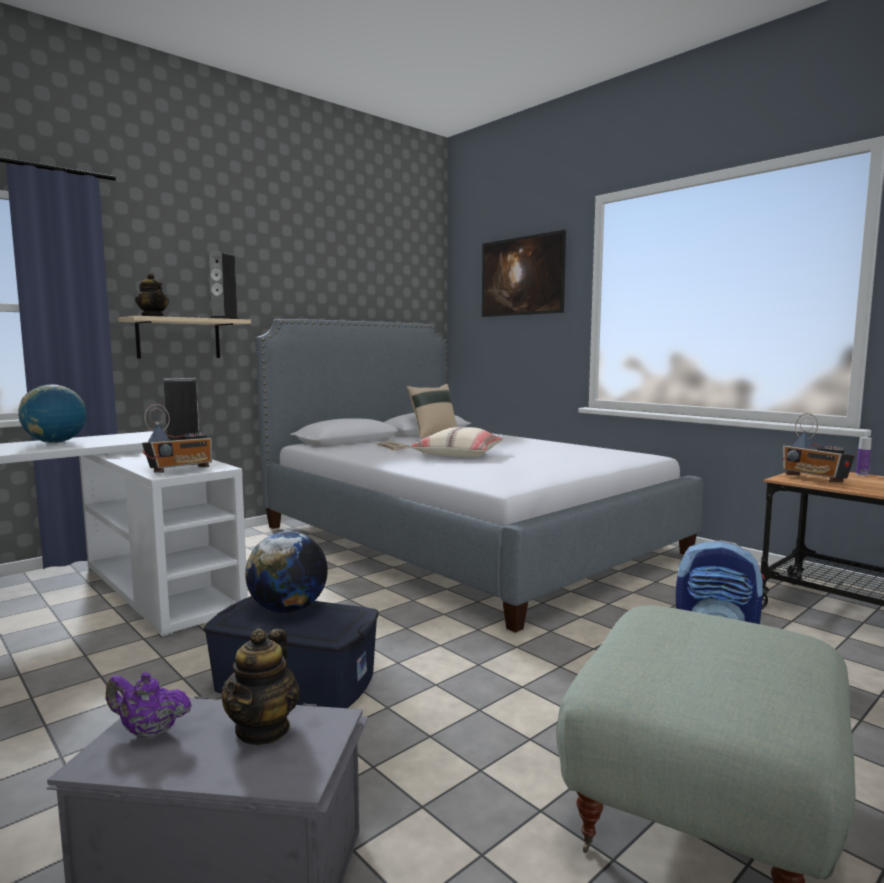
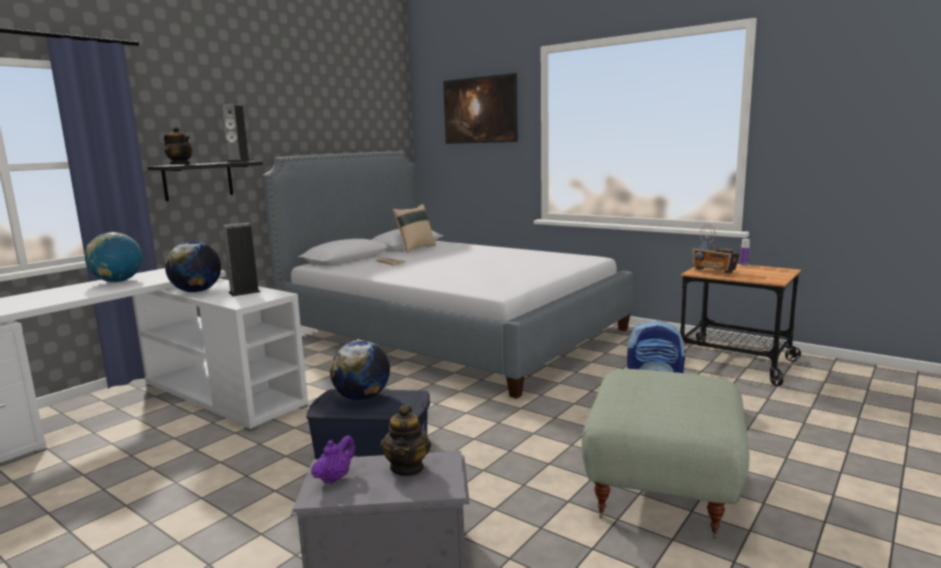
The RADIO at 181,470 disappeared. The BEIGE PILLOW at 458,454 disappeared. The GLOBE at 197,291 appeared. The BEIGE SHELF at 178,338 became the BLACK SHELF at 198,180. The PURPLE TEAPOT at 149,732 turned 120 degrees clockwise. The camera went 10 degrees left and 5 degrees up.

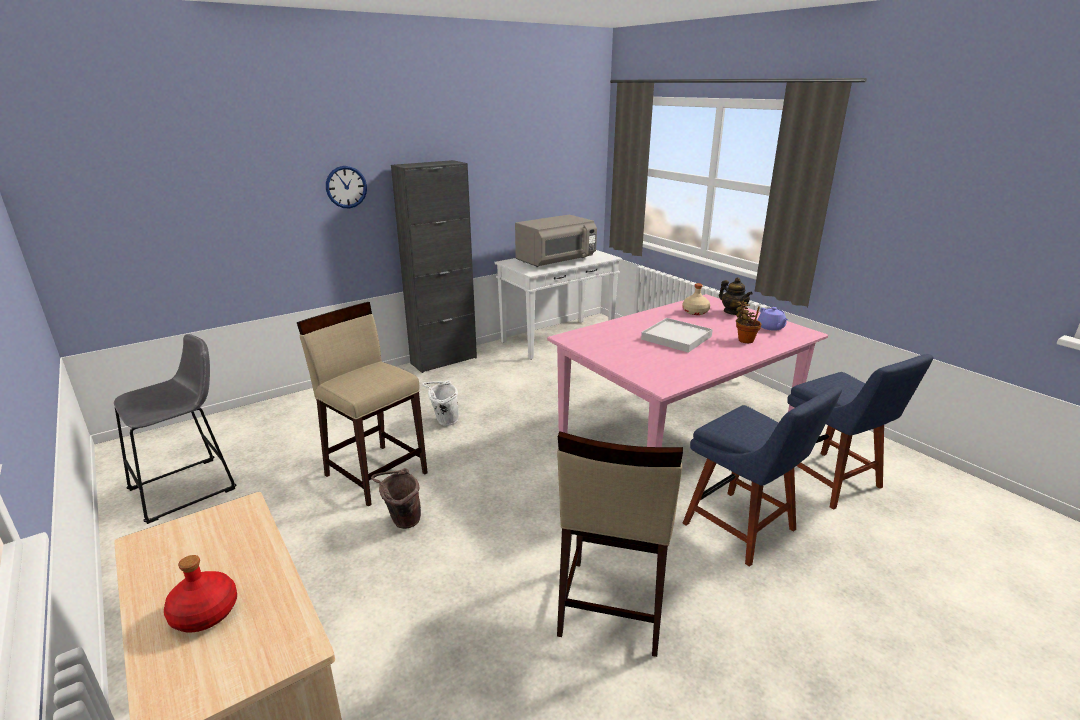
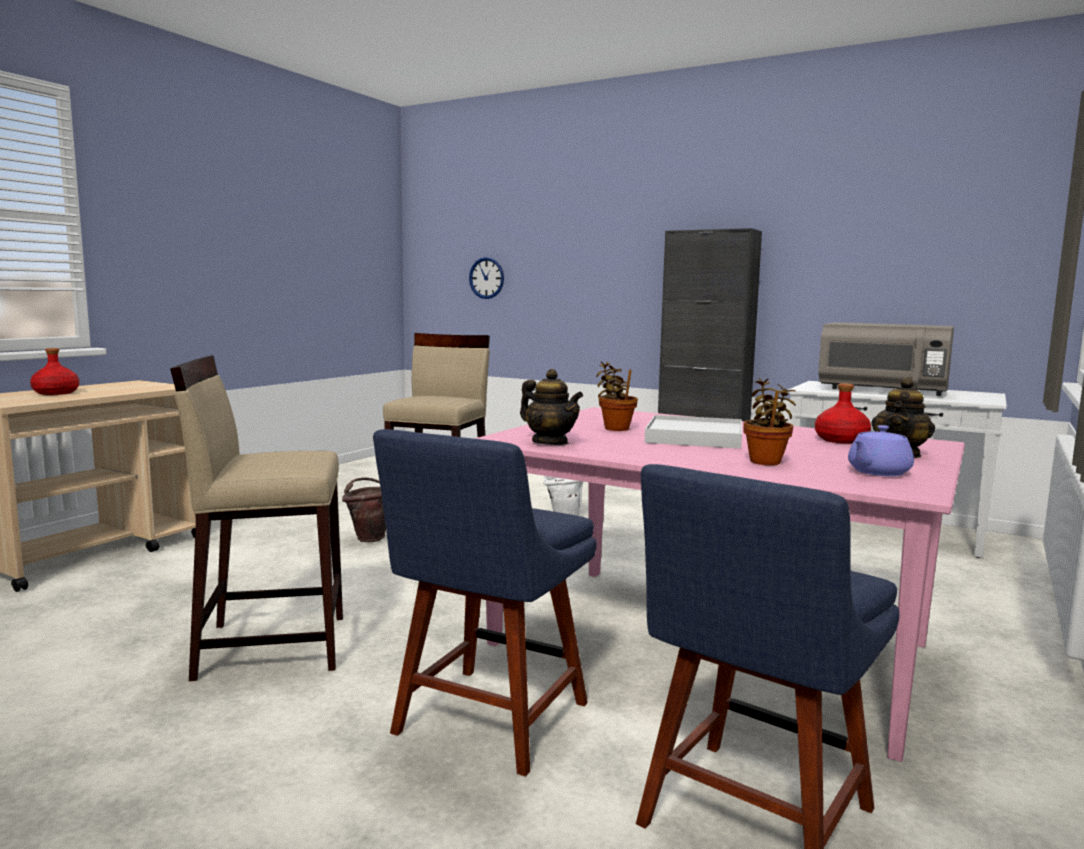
The GREY STOOL at 189,487 disappeared. The TEAPOT at 550,443 appeared. The POTTED PLANT at 615,428 appeared. The WALL CLOCK moved from 346,187 to 486,278. The BEIGE BOTTLE at 695,312 became the RED BOTTLE at 840,440. The camera went 65 degrees right and 15 degrees down.

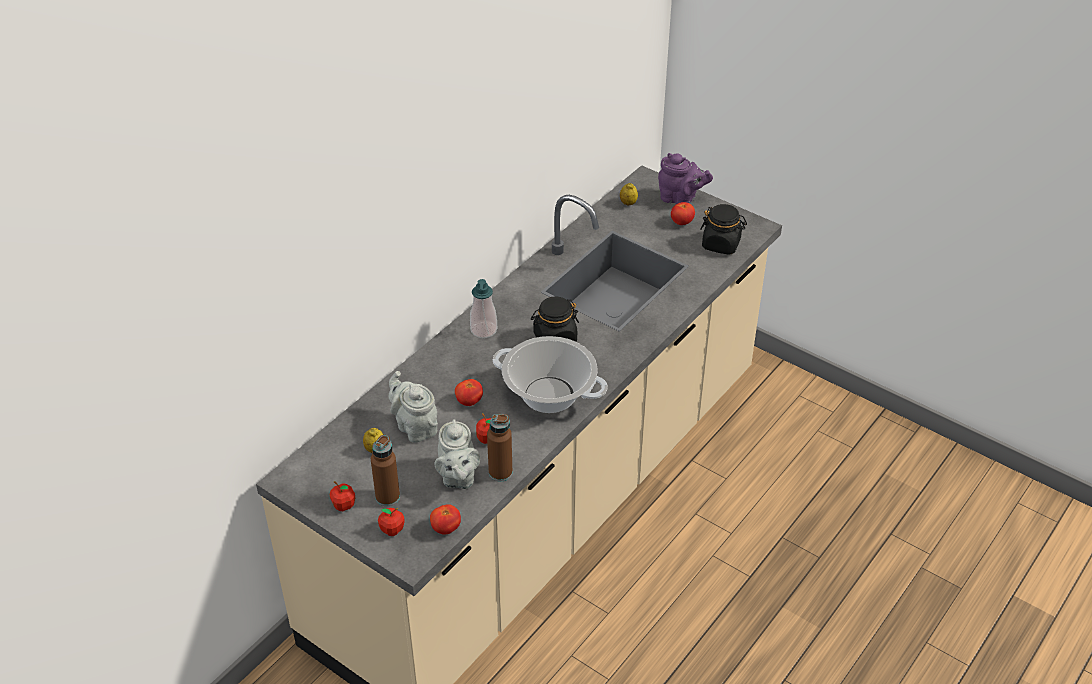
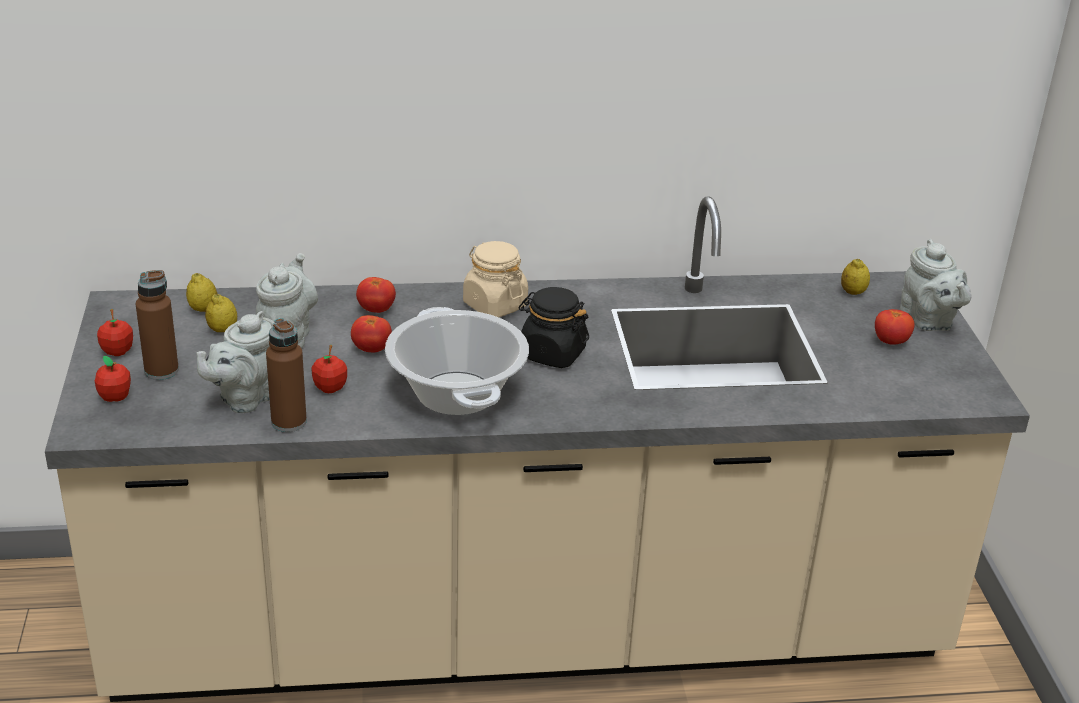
The BLACK JAR at 721,244 disappeared. The LEMON at 203,309 appeared. The TOMATO moved from 446,528 to 376,310. The SOAP DISPENSER at 483,330 was replaced by the BEIGE JAR at 494,305. The PURPLE TEAPOT at 680,199 became the GREY TEAPOT at 928,322. The camera went 45 degrees right and 10 degrees down.

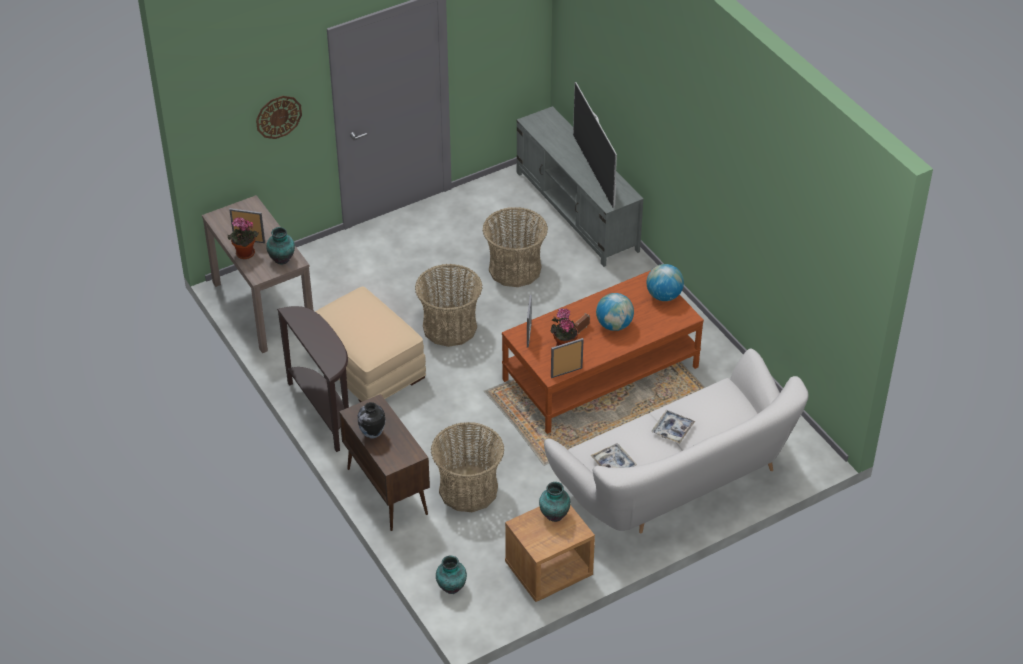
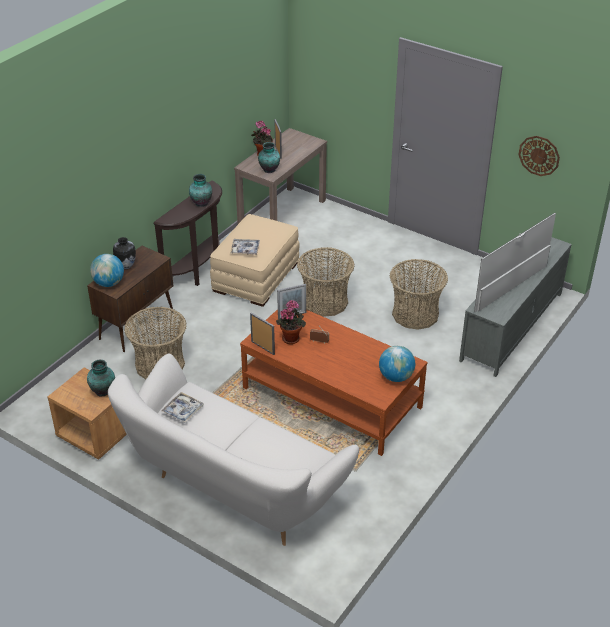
The WALL CLOCK moved from 278,116 to 539,155. The VASE moved from 450,587 to 201,203. The GLOBE moved from 614,325 to 109,283. The TRAY moved from 672,429 to 245,249. The camera went 65 degrees right and 5 degrees down.

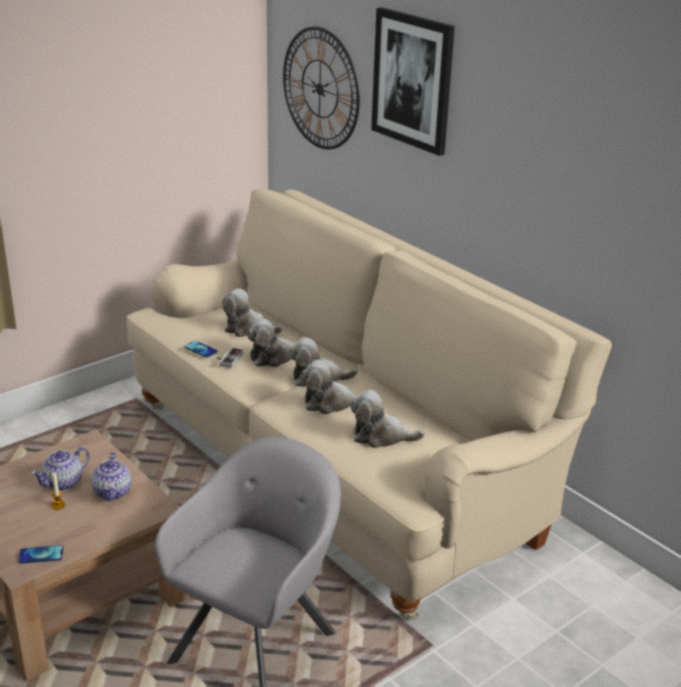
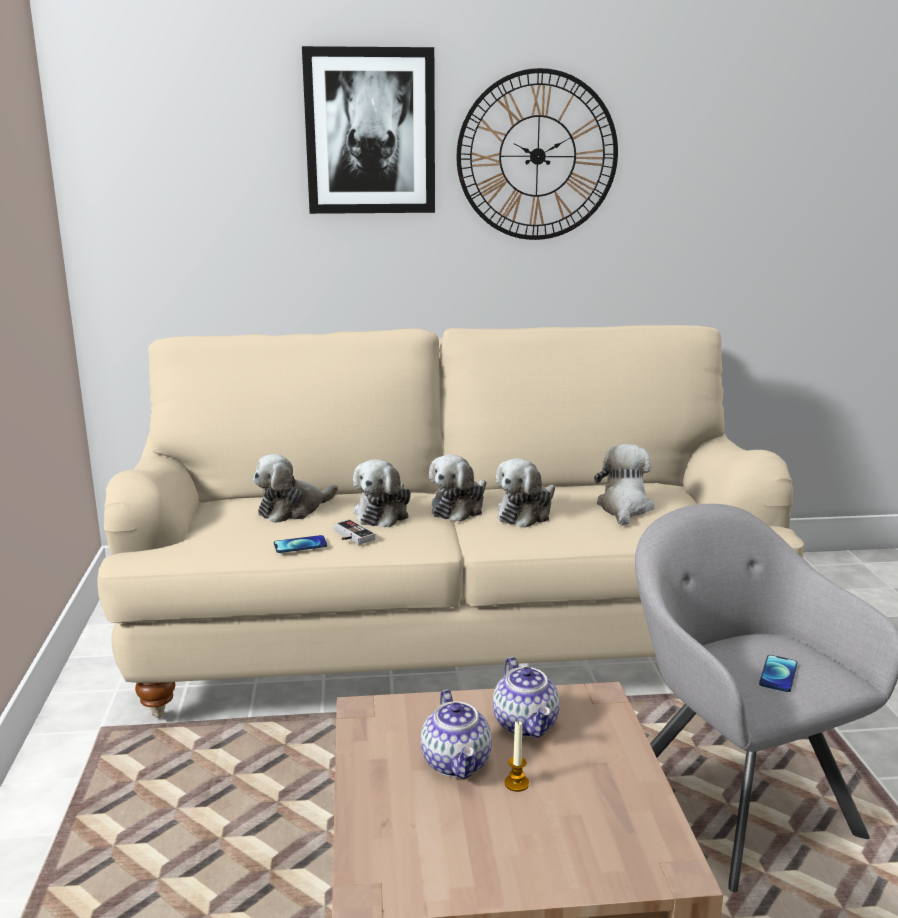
The PHONE moved from 41,555 to 778,674. The WALL CLOCK moved from 320,89 to 537,156. The TEAPOT at 113,492 turned 45 degrees clockwise. The PLUSH TOY at 381,436 turned 150 degrees clockwise. The camera went 55 degrees left and 10 degrees down.

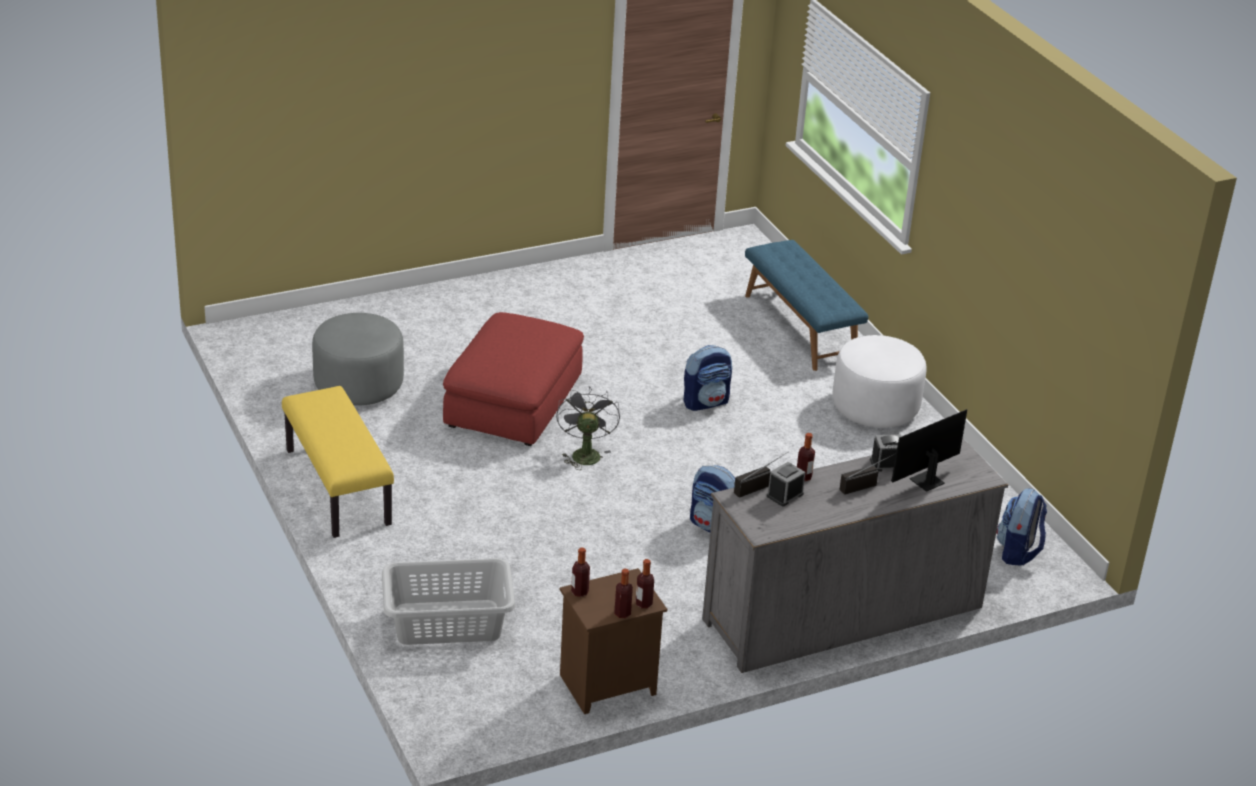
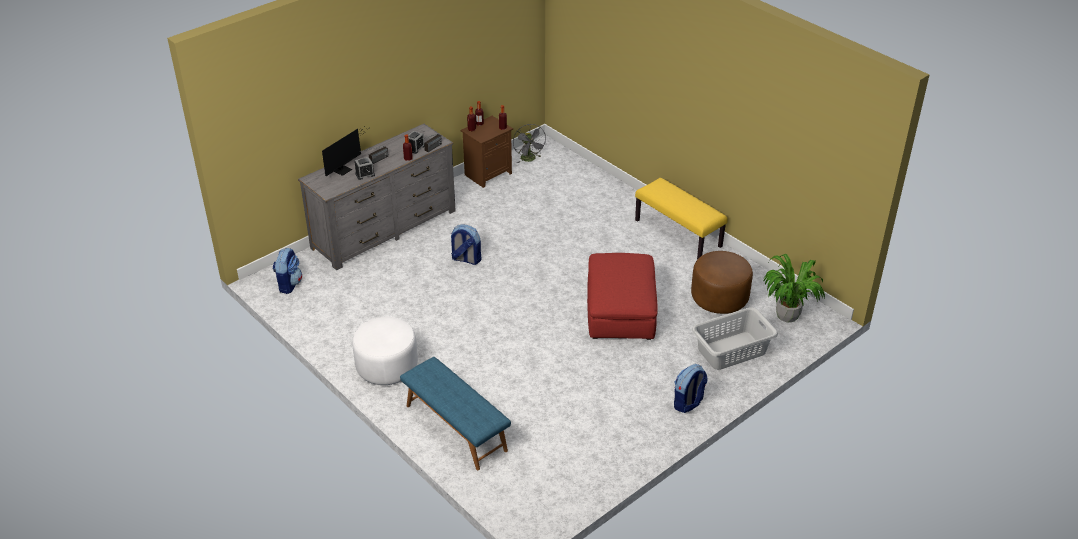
The POTTED PLANT at 787,315 appeared. The GREY LAUNDRY BASKET moved from 447,622 to 732,351. The GREY FAN moved from 584,453 to 529,159. The BACKPACK moved from 706,402 to 688,403. The GREY OTTOMAN at 358,385 became the BROWN OTTOMAN at 719,298. The camera went 165 degrees right and 5 degrees up.

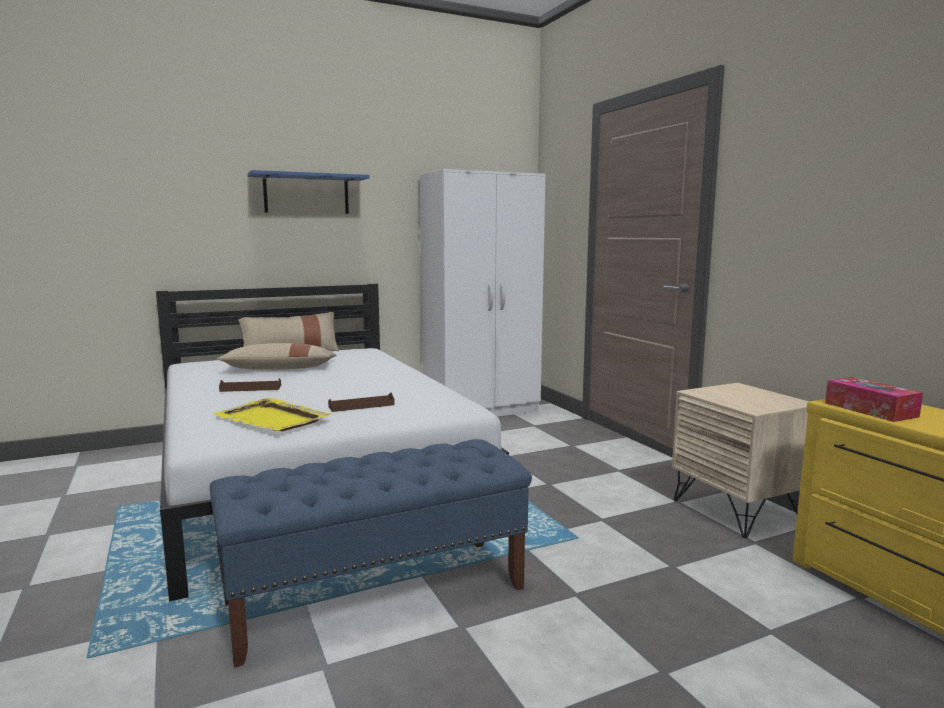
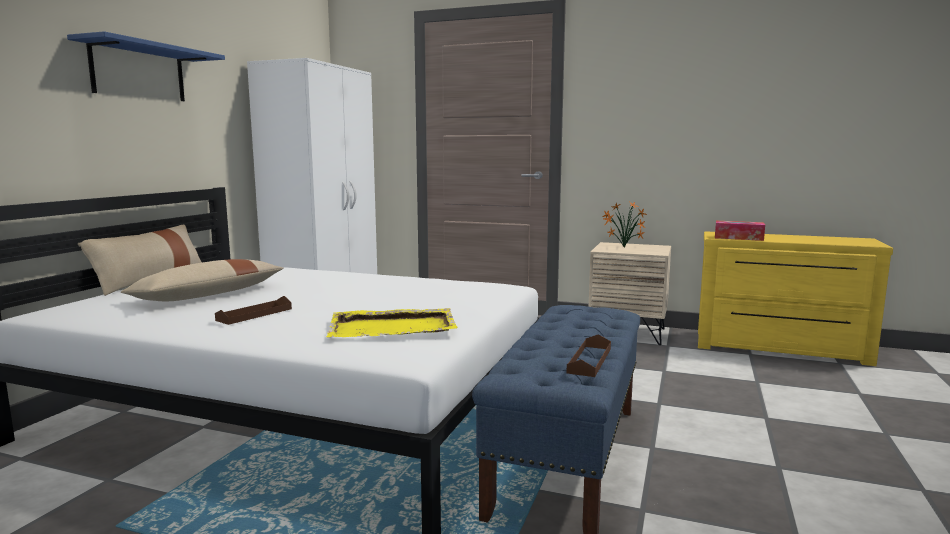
The POTTED PLANT at 623,247 appeared. The BROWN TRAY moved from 361,406 to 589,360. The camera went 45 degrees left and 0 degrees up.

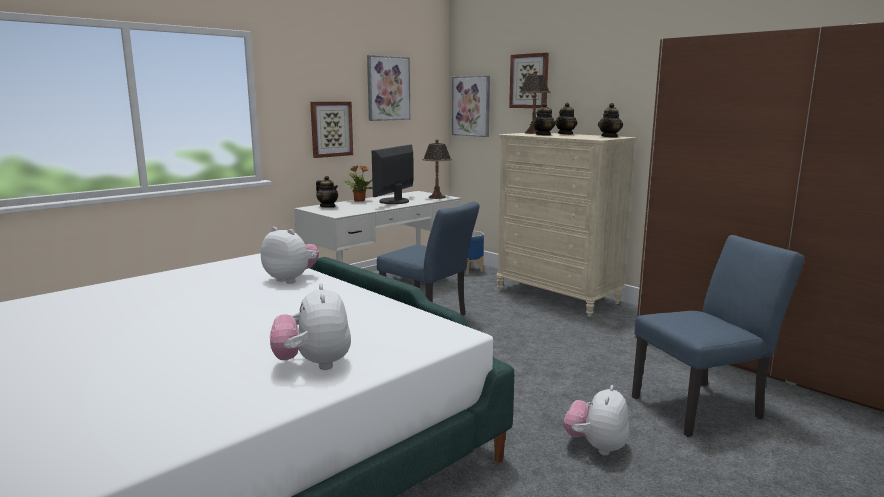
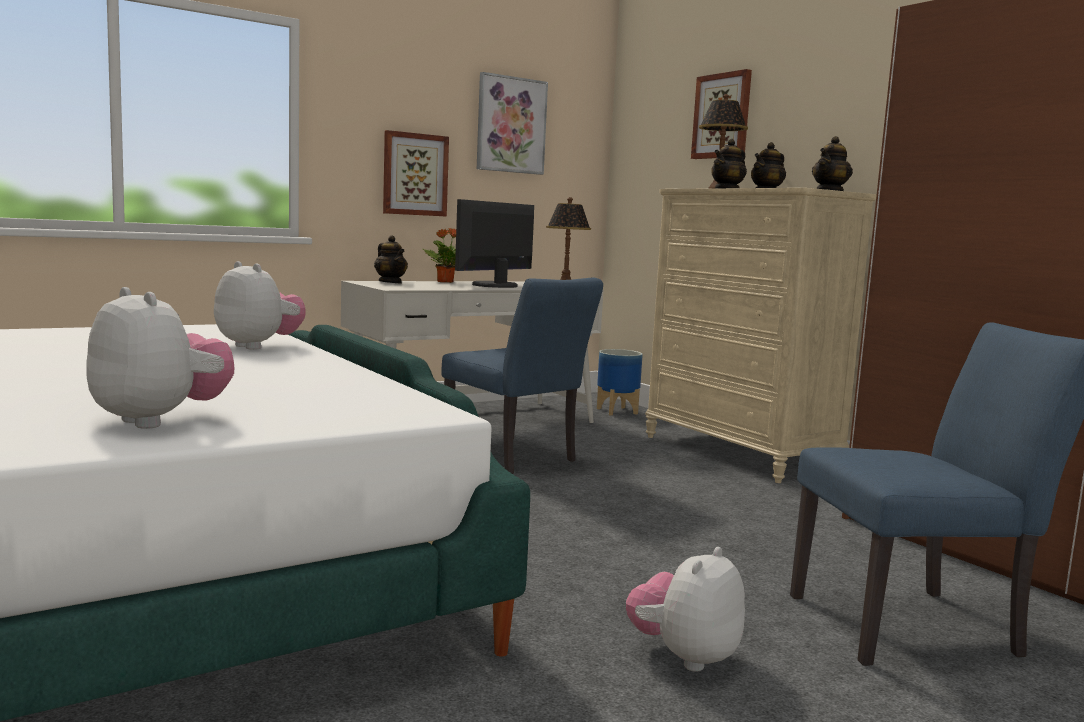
The PICTURE at 471,106 disappeared. The PLUSH TOY at 314,364 turned 135 degrees clockwise. The camera went 10 degrees right and 5 degrees down.

